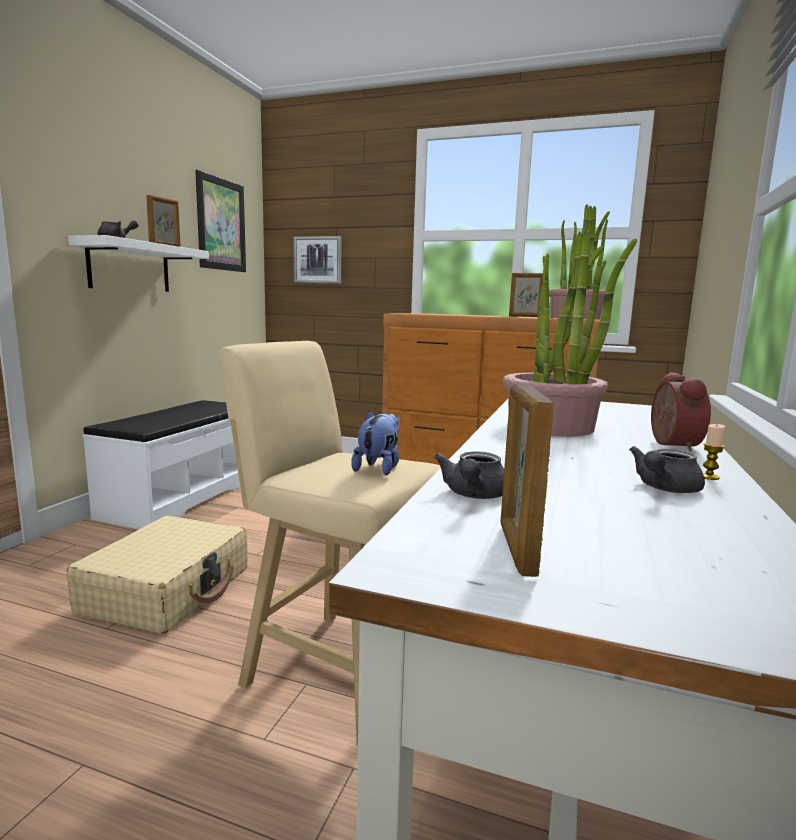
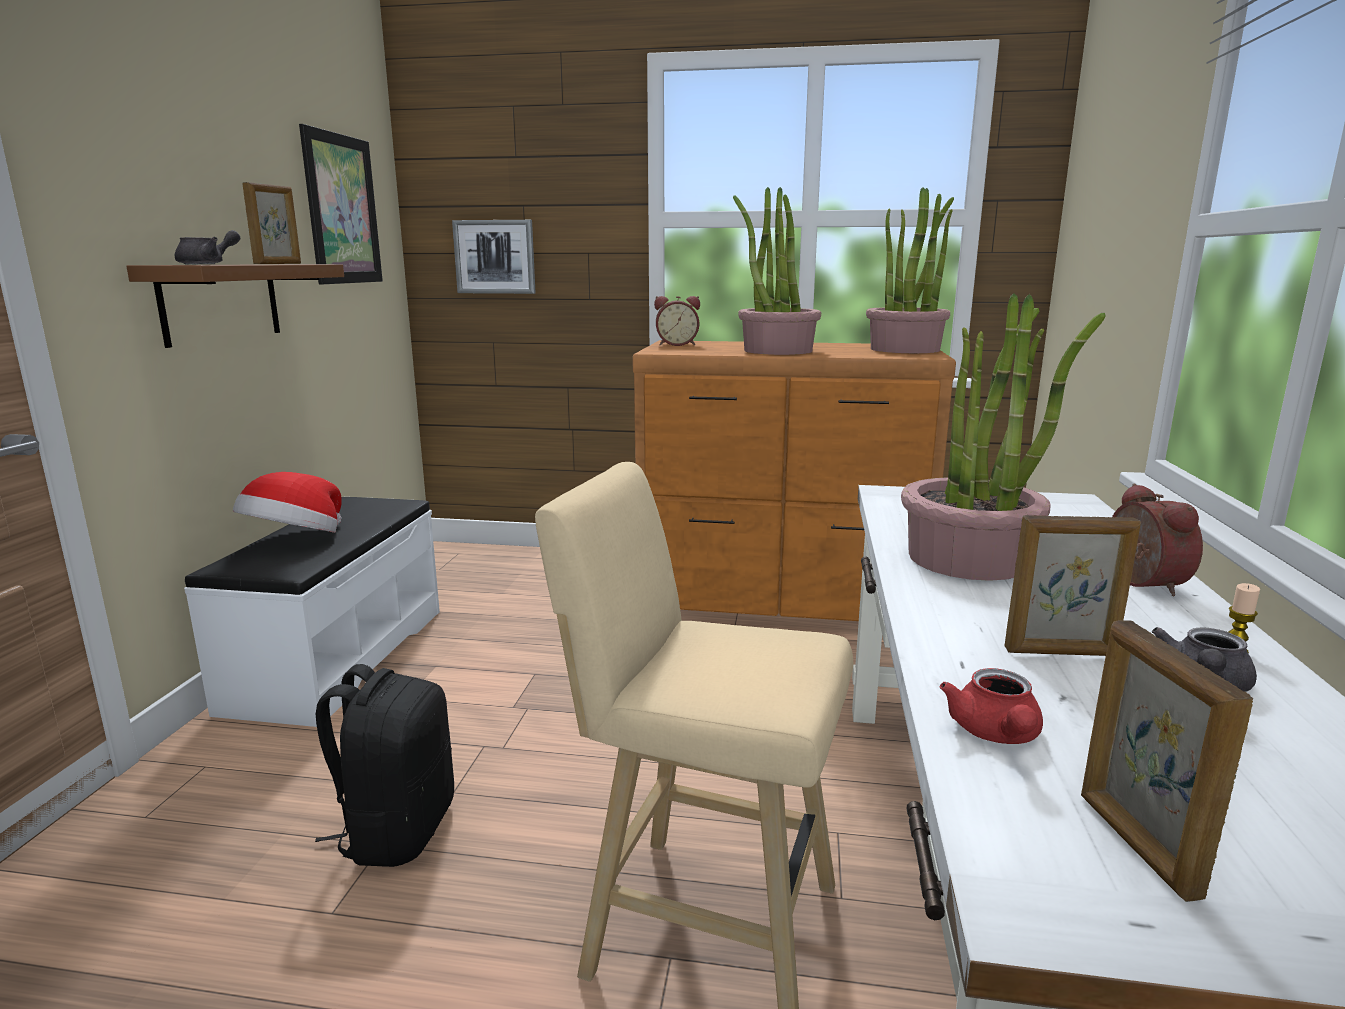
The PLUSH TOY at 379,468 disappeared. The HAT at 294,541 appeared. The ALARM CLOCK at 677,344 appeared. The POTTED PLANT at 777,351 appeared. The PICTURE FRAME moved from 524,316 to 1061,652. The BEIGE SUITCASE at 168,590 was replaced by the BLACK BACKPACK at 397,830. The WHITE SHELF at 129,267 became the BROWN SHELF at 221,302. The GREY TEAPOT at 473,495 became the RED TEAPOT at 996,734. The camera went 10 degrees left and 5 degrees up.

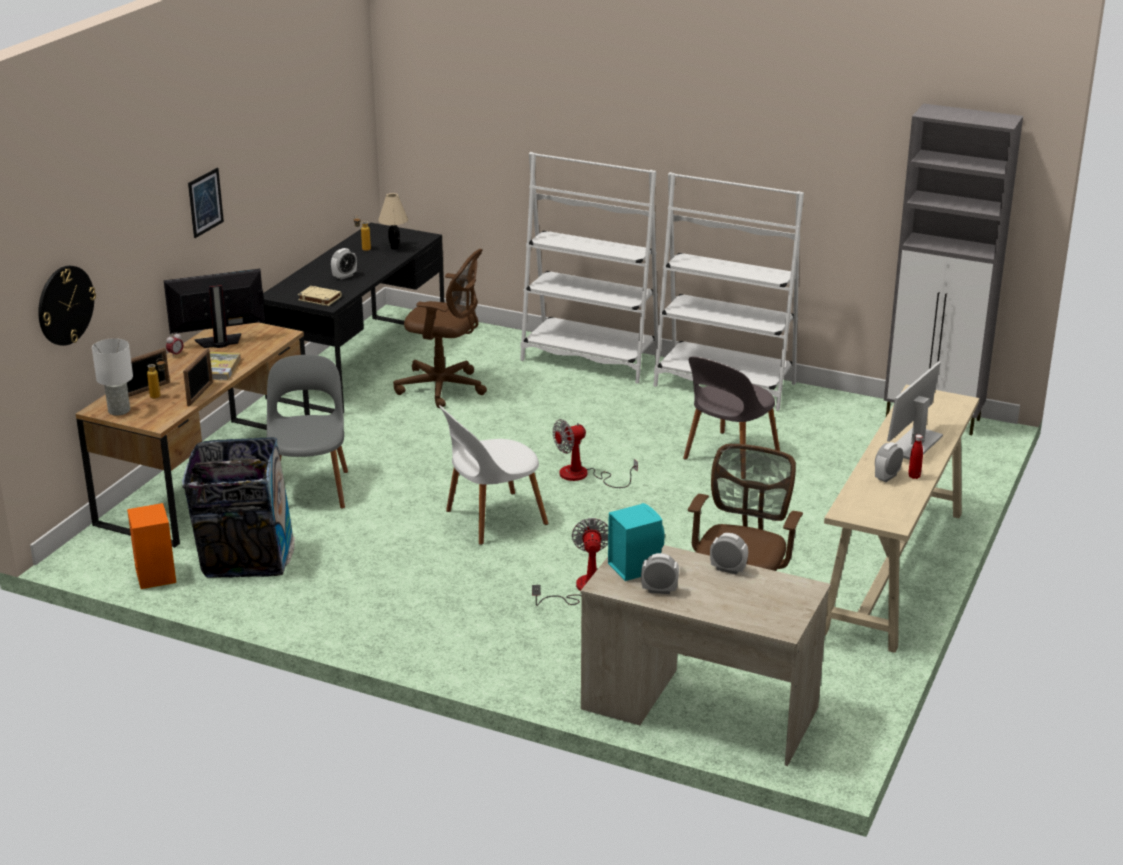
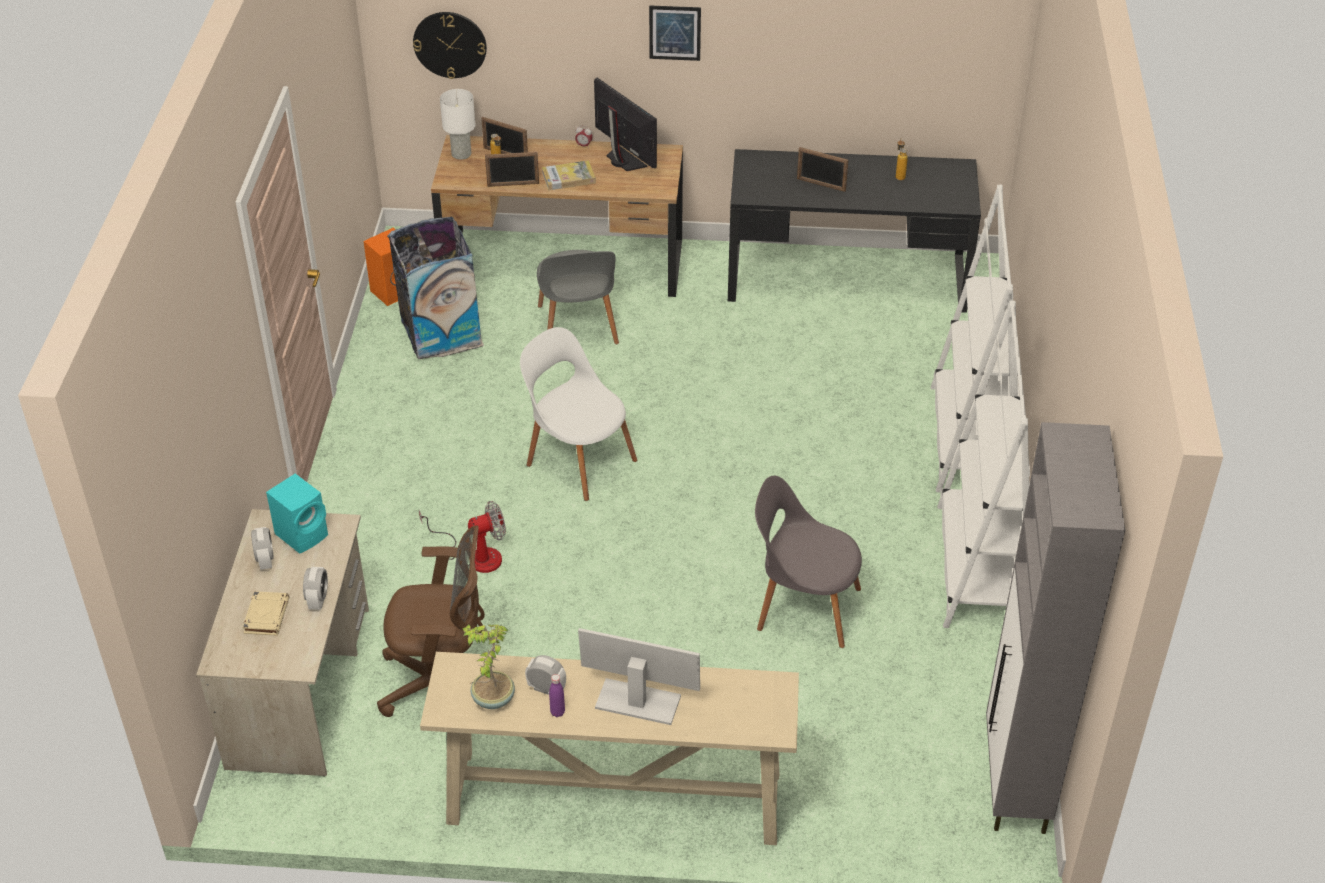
The BEIGE TABLE LAMP at 394,248 disappeared. The BROWN OFFICE CHAIR at 444,388 disappeared. The FAN at 583,476 disappeared. The POTTED PLANT at 492,699 appeared. The BEIGE BOOK moved from 319,298 to 266,616. The ALARM CLOCK at 344,276 was replaced by the PICTURE FRAME at 821,185. The RED BOTTLE at 914,476 became the PURPLE BOTTLE at 557,712. The GREY CHAIR at 310,488 turned 105 degrees clockwise. The camera went 70 degrees right and 15 degrees up.

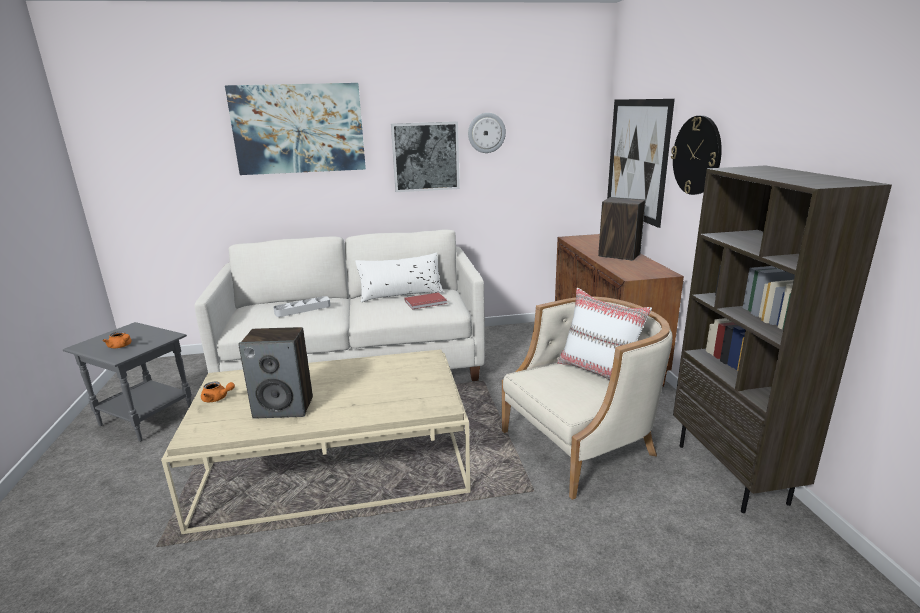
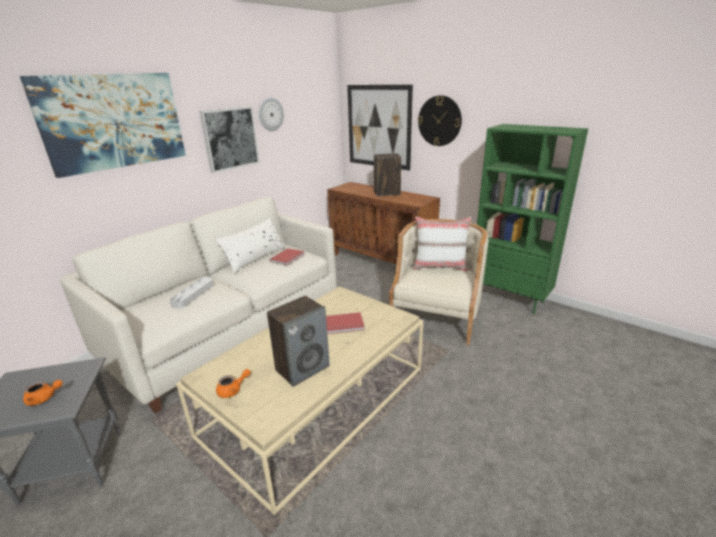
The RED BOOK at 344,325 appeared. The BROWN BOOKCASE at 732,473 became the GREEN BOOKCASE at 510,298. The camera went 40 degrees left and 5 degrees up.

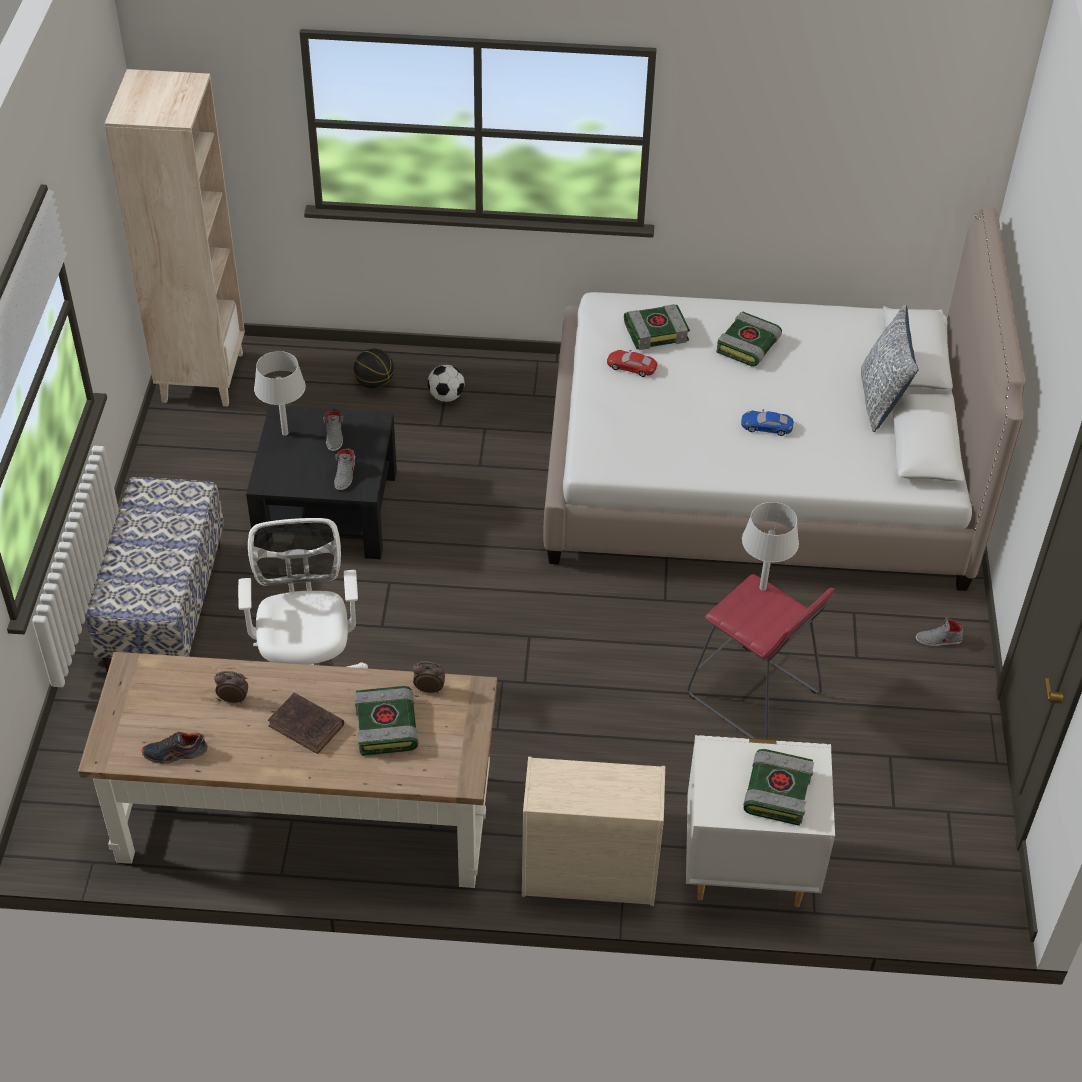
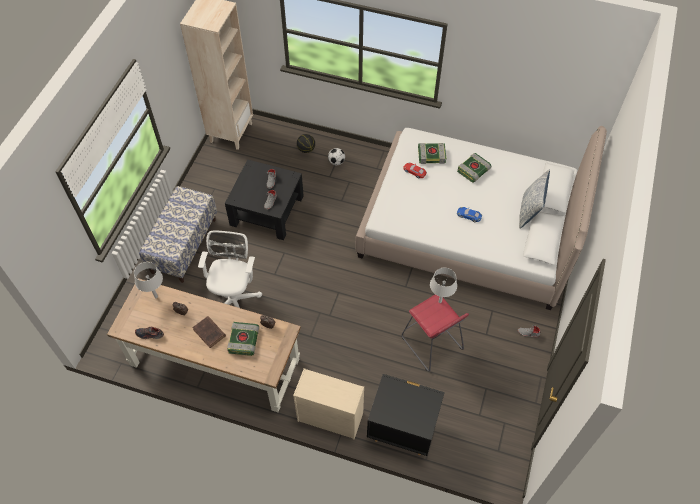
The BOOK at 776,791 disappeared. The GREY TABLE LAMP moved from 285,433 to 156,296. The WHITE NIGHTSTAND at 748,870 became the BLACK NIGHTSTAND at 402,431. The camera went 15 degrees right and 10 degrees up.

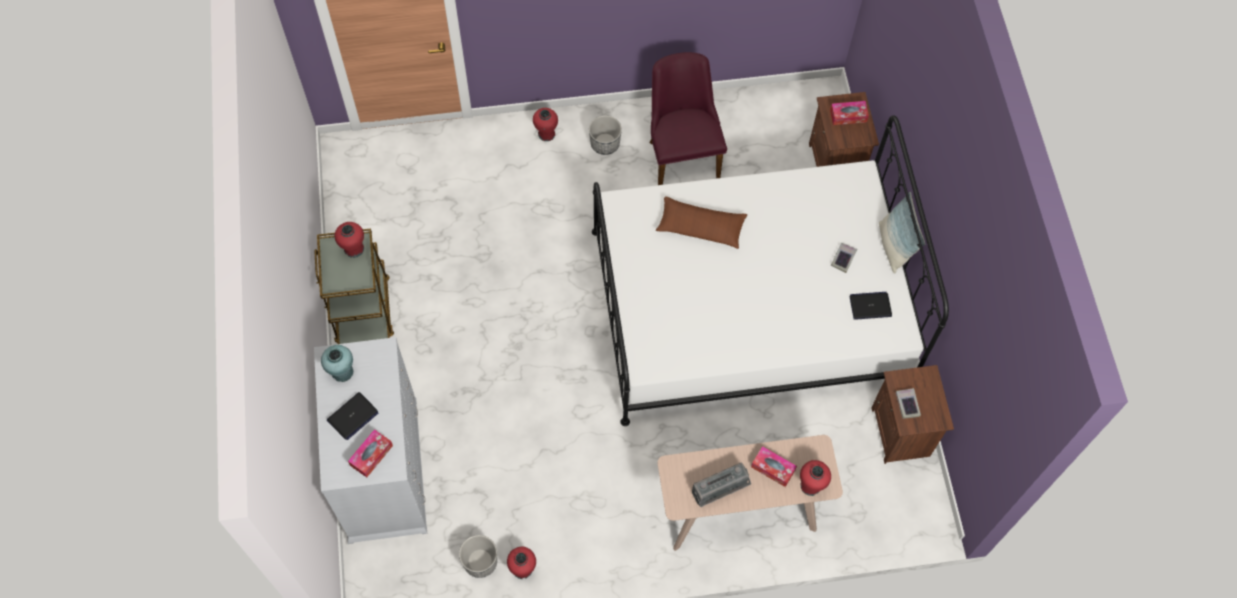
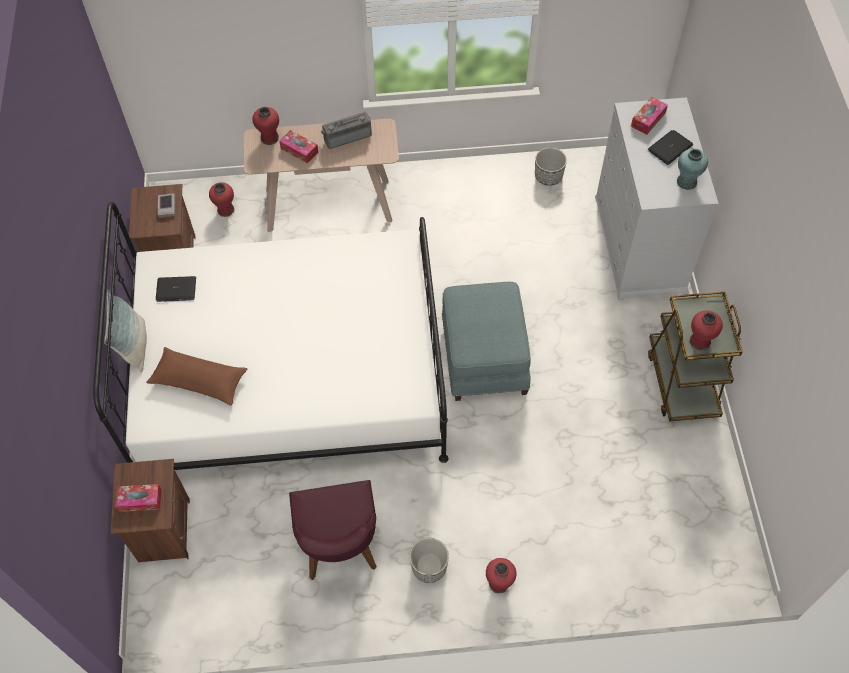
The BOOK at 843,258 disappeared. The BLUE OTTOMAN at 483,357 appeared. The RED VASE moved from 523,569 to 225,210. The BROWN PILLOW moved from 700,227 to 199,380. The camera went 175 degrees left and 5 degrees down.

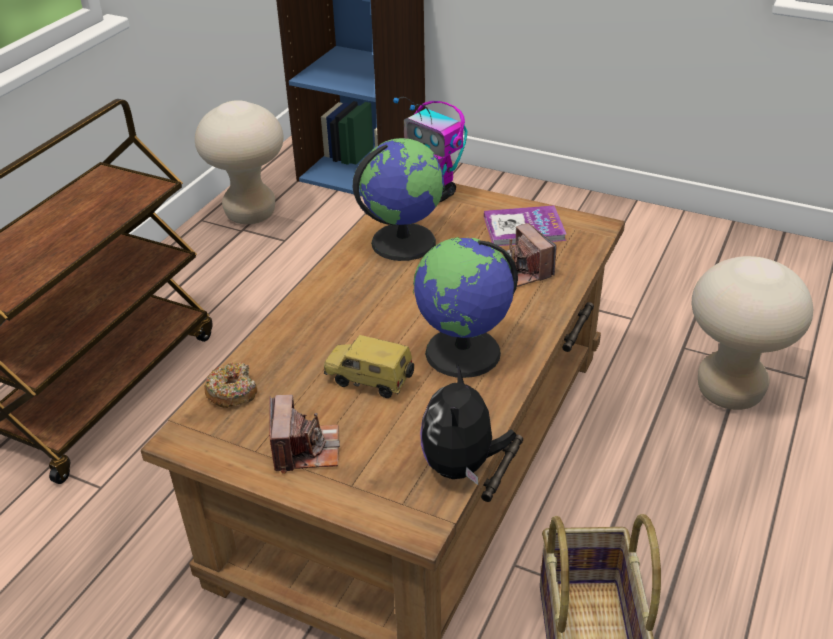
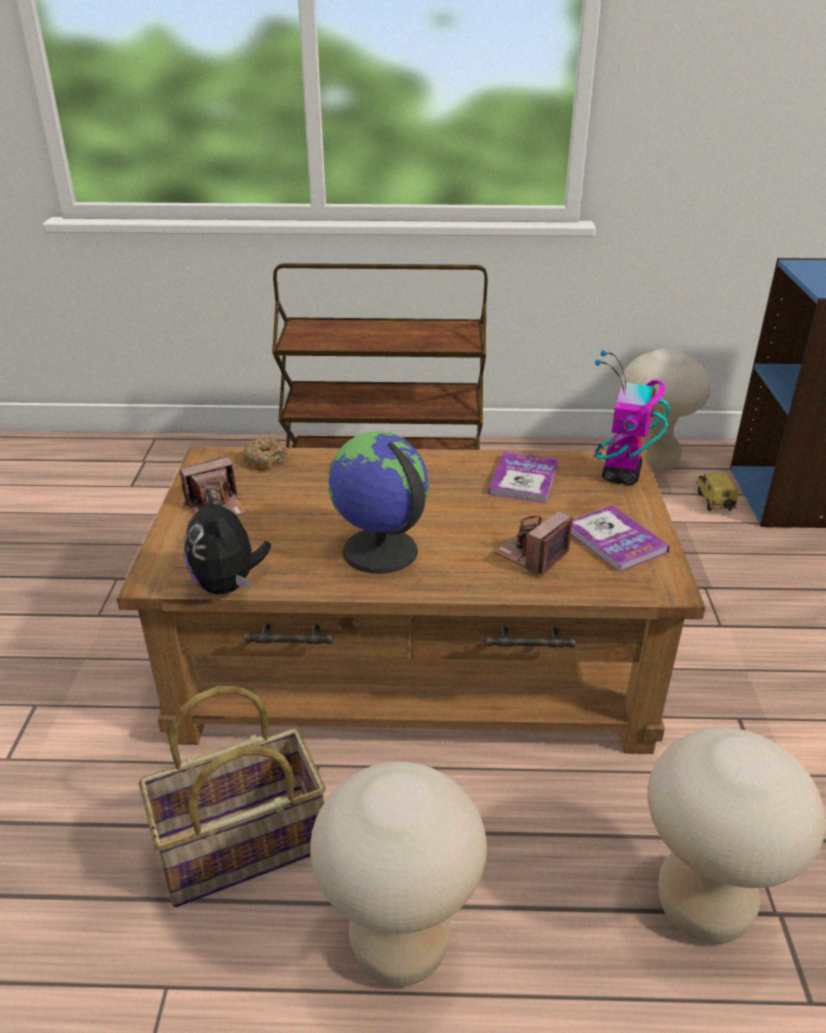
The BEIGE STOOL at 399,945 appeared. The TOY CAR moved from 368,382 to 712,501. The GLOBE at 403,241 was replaced by the BOOK at 523,479. The PLUSH TOY at 461,465 turned 90 degrees counterclockwise. The camera went 65 degrees right and 5 degrees down.

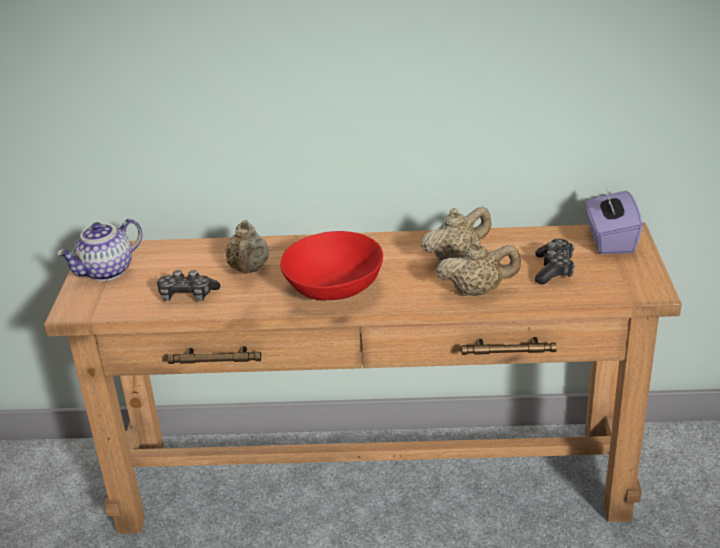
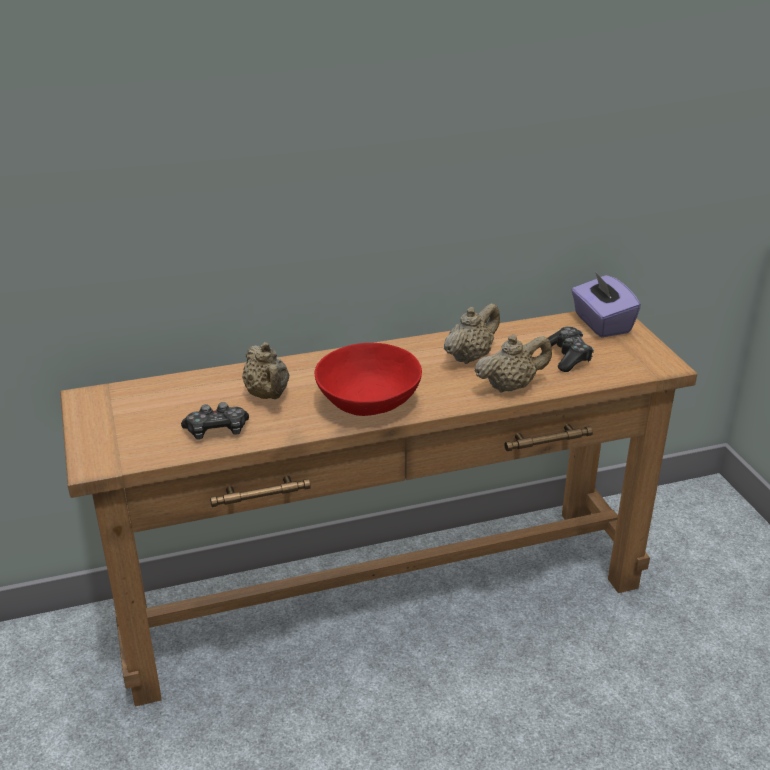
The TEAPOT at 107,272 disappeared. The camera went 20 degrees left and 0 degrees up.

